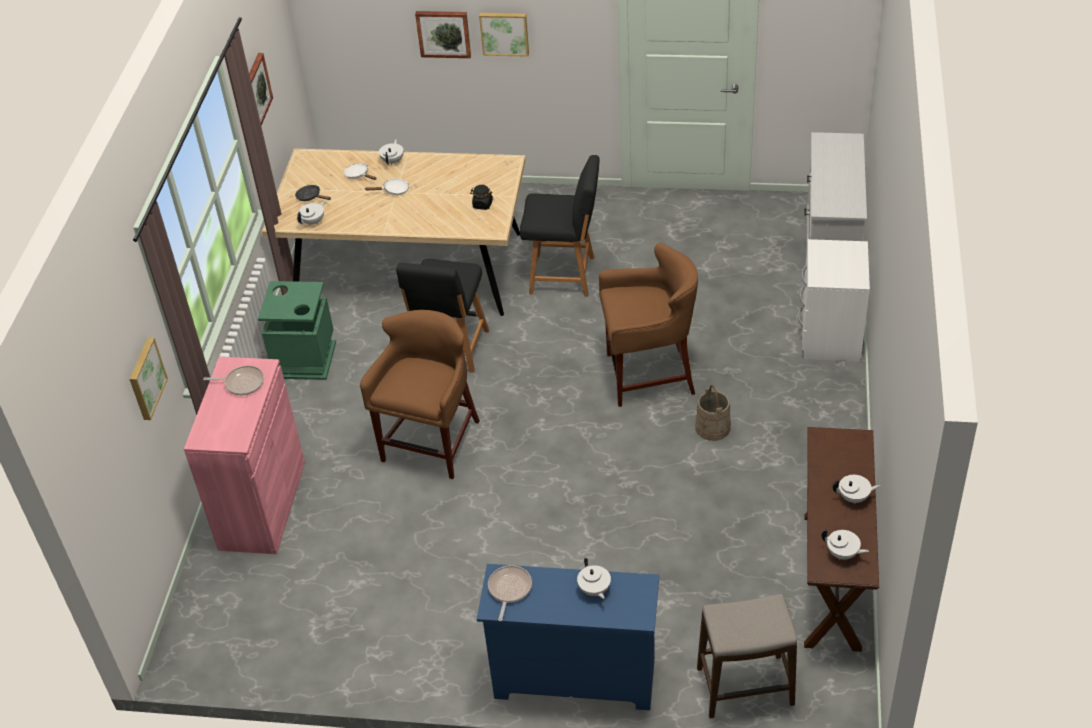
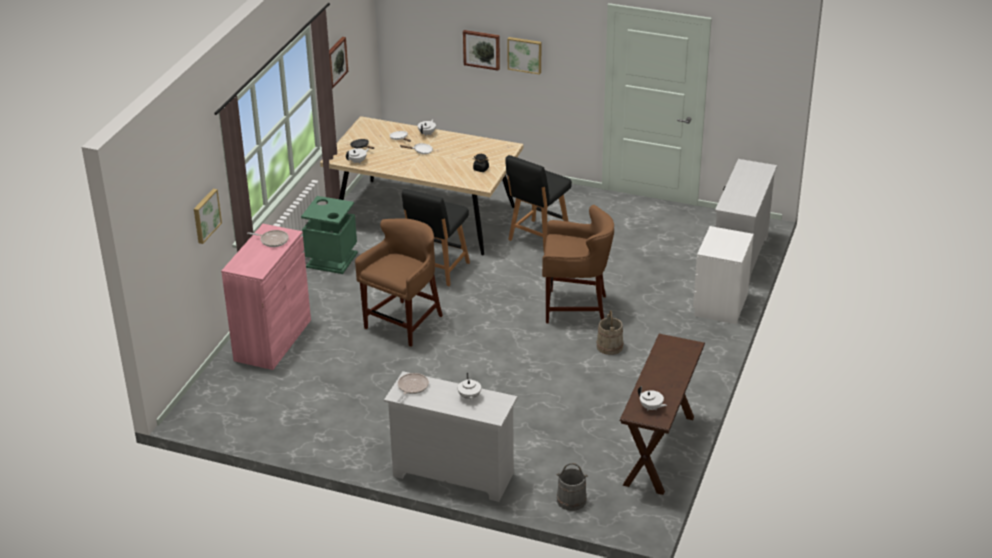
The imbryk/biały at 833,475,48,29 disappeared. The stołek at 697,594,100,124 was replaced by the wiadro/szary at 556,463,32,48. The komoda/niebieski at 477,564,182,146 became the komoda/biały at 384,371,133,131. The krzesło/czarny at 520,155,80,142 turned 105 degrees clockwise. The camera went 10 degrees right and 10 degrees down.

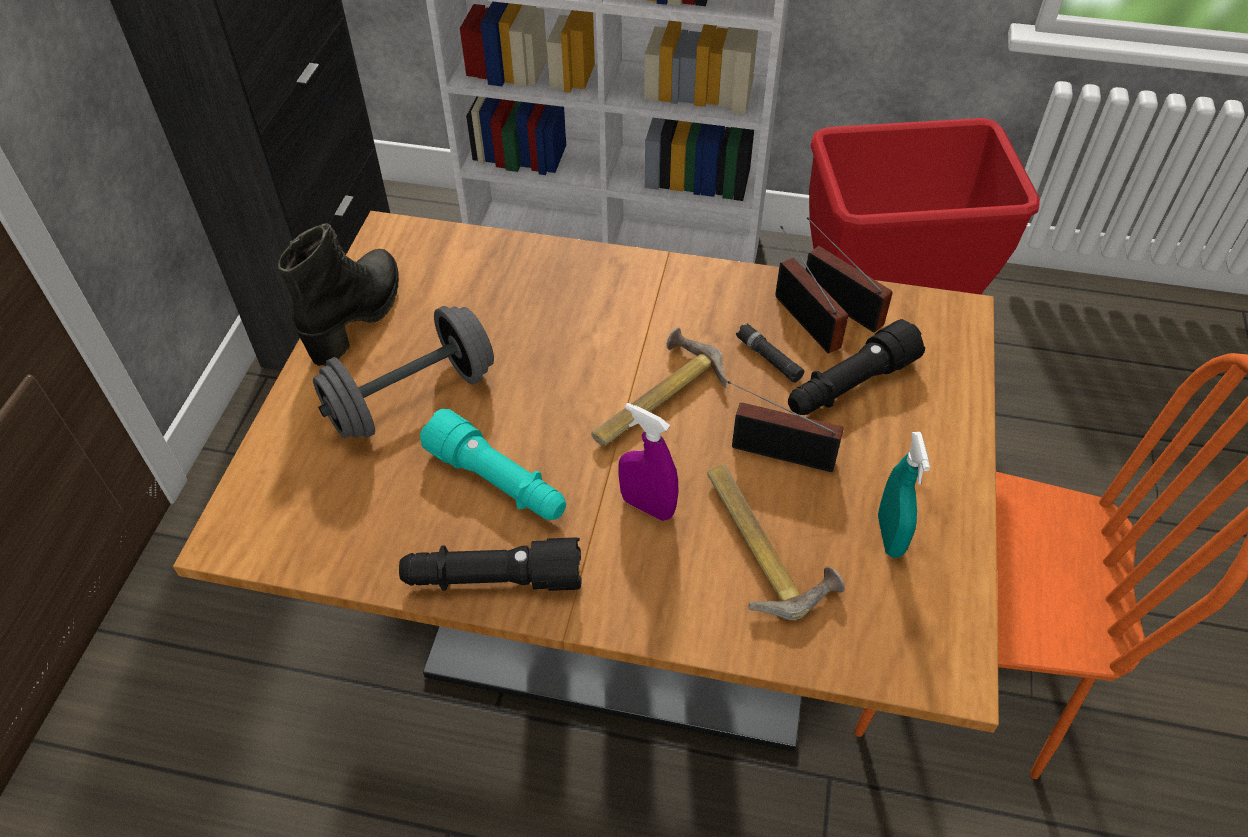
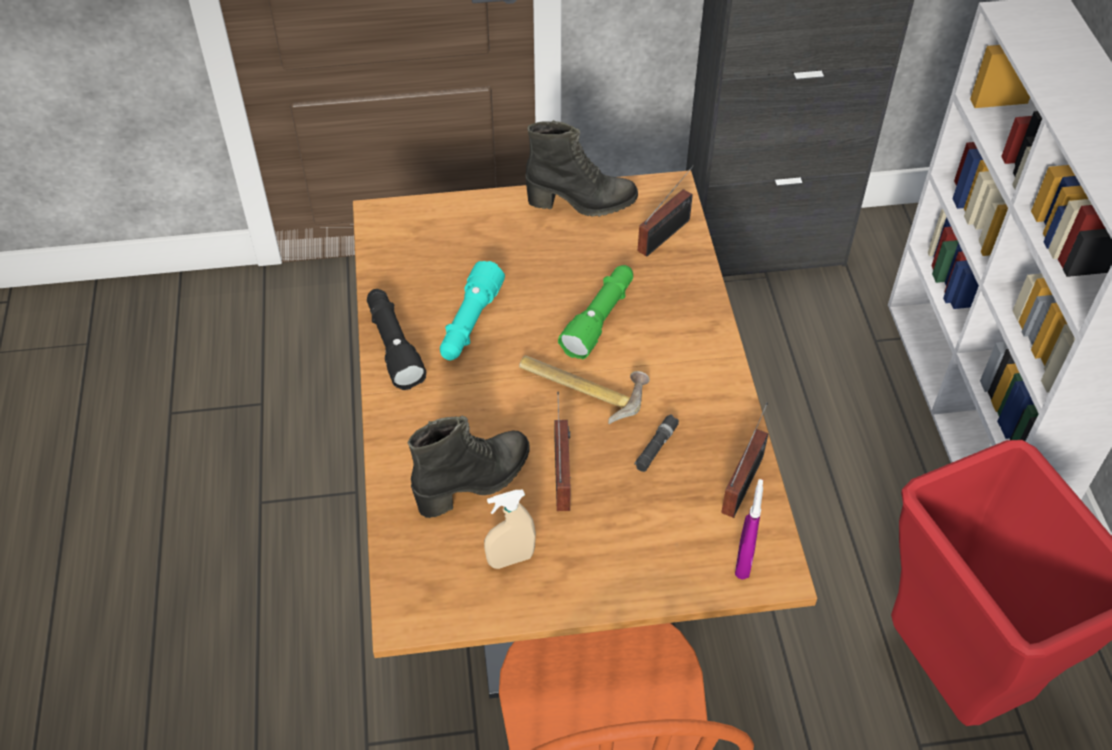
The hantel/szary at 313,306,181,132 disappeared. The latarka/czarny at 788,319,137,96 disappeared. The latarka/zielony at 558,265,75,95 appeared. The spryskiwacz/fioletowy moved from 619,403,59,118 to 735,479,28,100. The radio moved from 775,226,73,127 to 638,165,56,92. The młotek at 707,465,138,155 was replaced by the but z cholewką/czarny at 408,416,122,102. The spryskiwacz/turkusowy at 878,432,52,126 became the spryskiwacz/beżowy at 484,490,52,79. The camera went 70 degrees right and 0 degrees up.

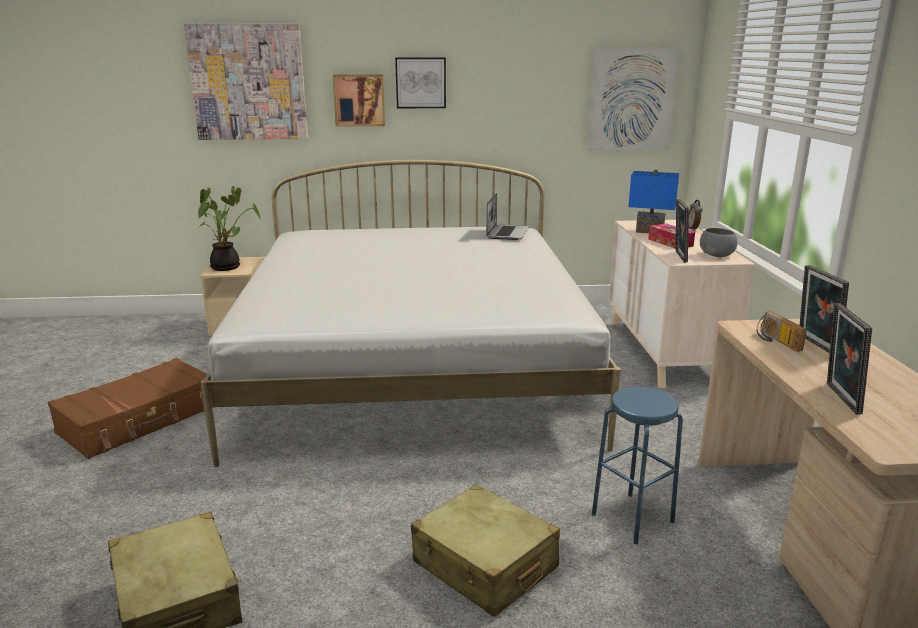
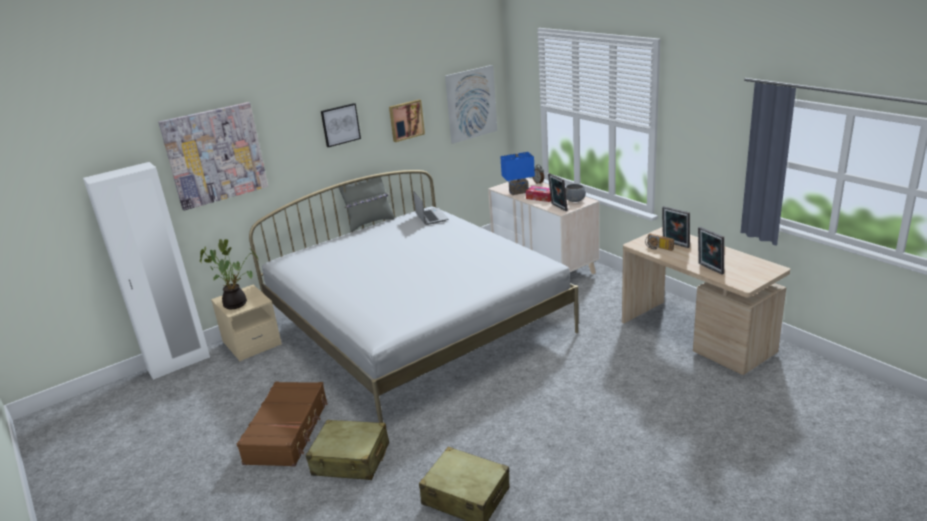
The stołek/niebieski at 592,387,91,157 disappeared. The szafa/biały at 83,162,127,218 appeared. The poduszka/szary at 338,173,56,59 appeared. The obraz moved from 333,74,52,52 to 389,99,36,43. The walizka/beżowy moved from 411,484,149,133 to 306,420,83,60. The camera went 30 degrees left and 5 degrees up.

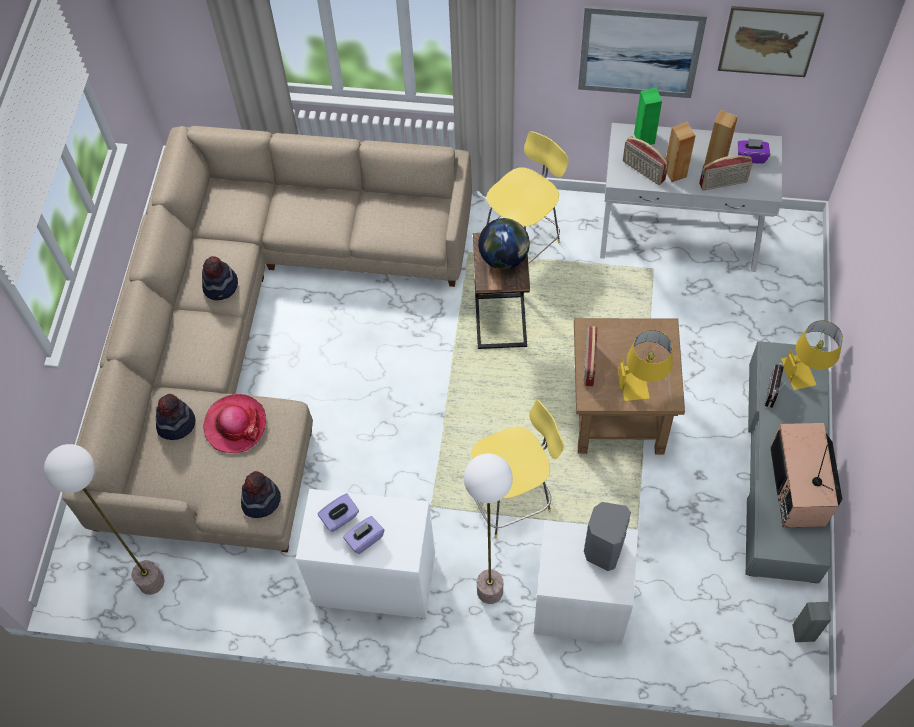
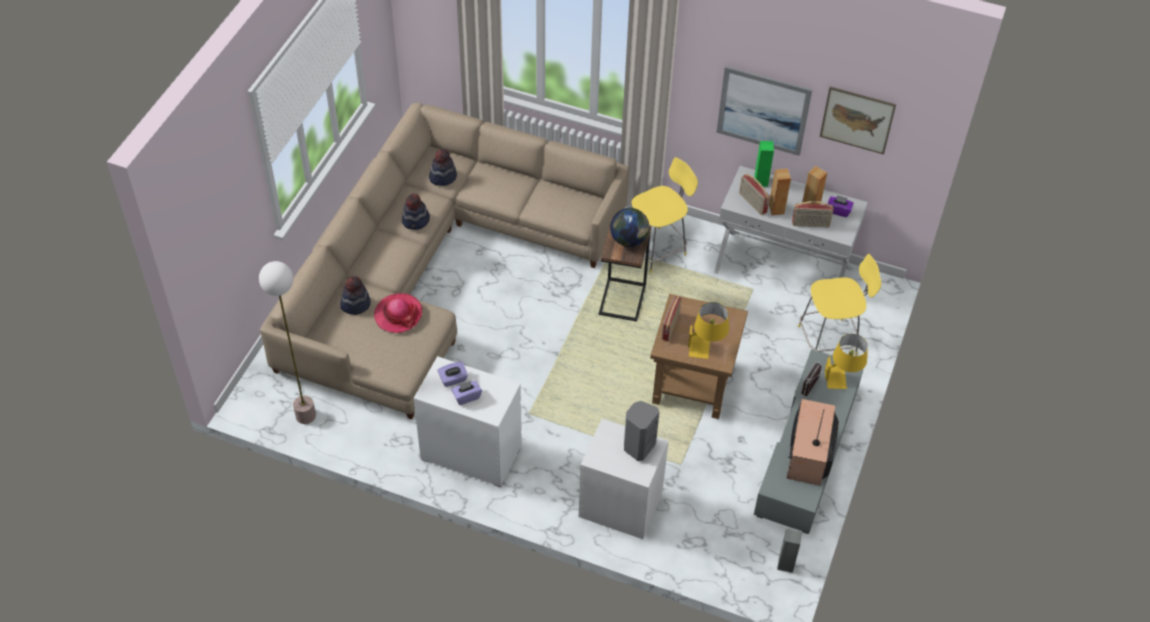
The lampa stojąca at 464,454,49,150 disappeared. The kapelusz moved from 241,471,40,47 to 429,149,28,37. The stołek/żółty moved from 471,399,93,140 to 798,254,83,102. The camera went 10 degrees right and 10 degrees down.

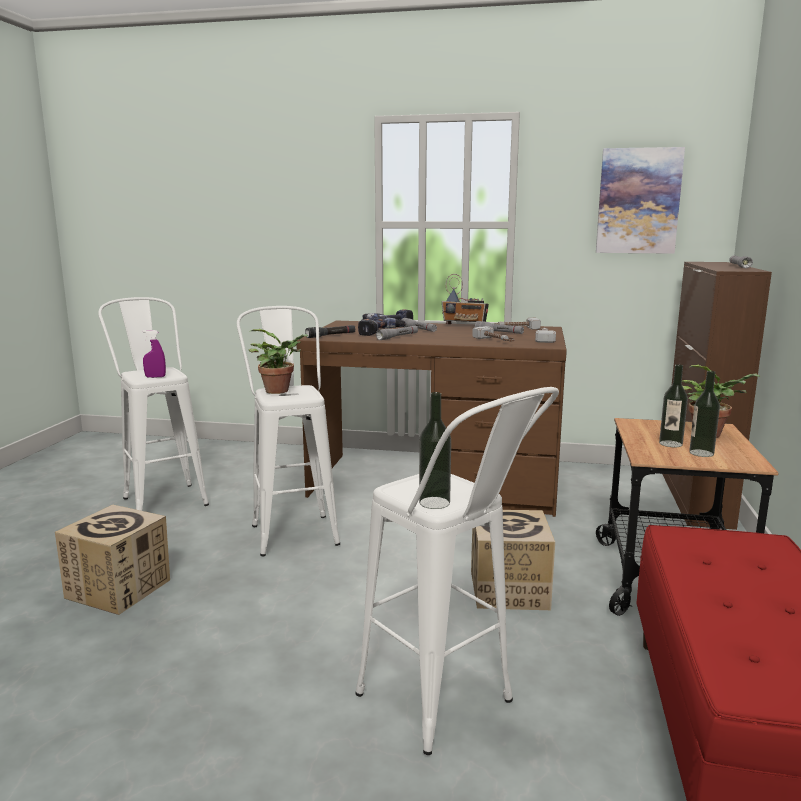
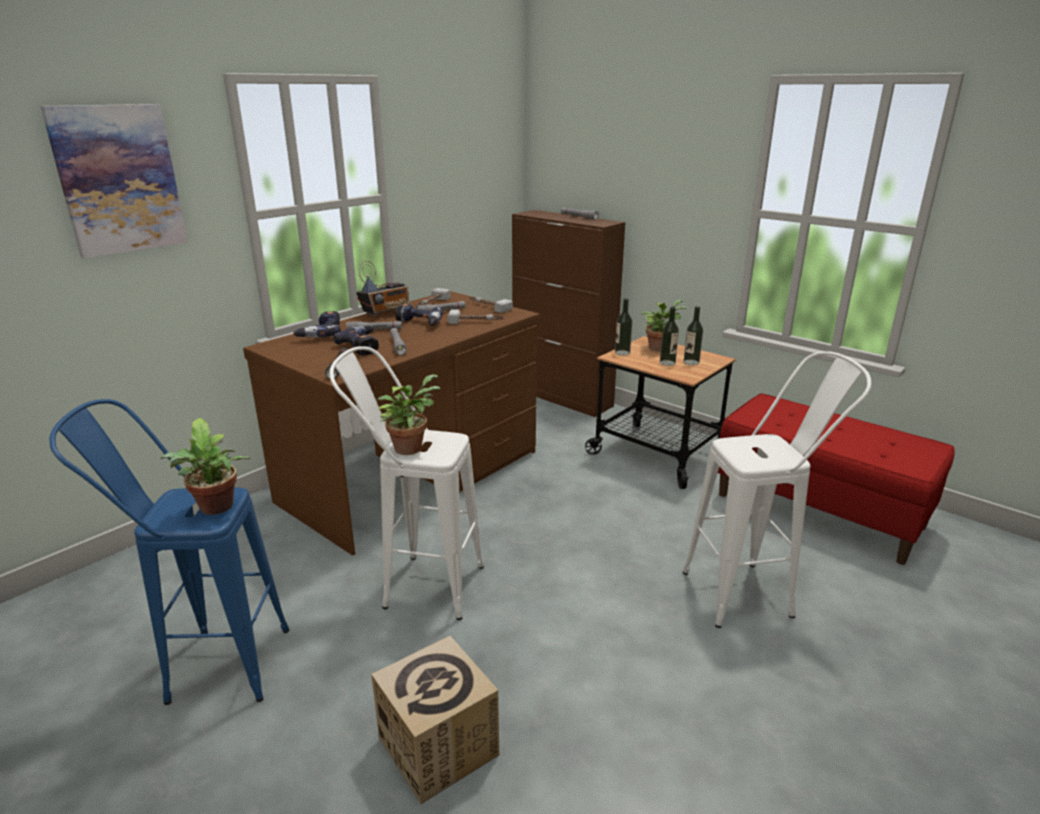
The karton at 471,510,84,100 disappeared. The wiertarka at 395,304,48,22 appeared. The butelka moved from 419,392,32,117 to 615,299,17,57. The obraz moved from 596,147,89,107 to 40,104,148,154. The spryskiwacz/fioletowy at 143,330,23,48 was replaced by the roślina doniczkowa at 160,418,90,97. The stołek/biały at 98,297,111,214 became the stołek/niebieski at 49,399,240,306. The camera went 60 degrees left and 10 degrees up.

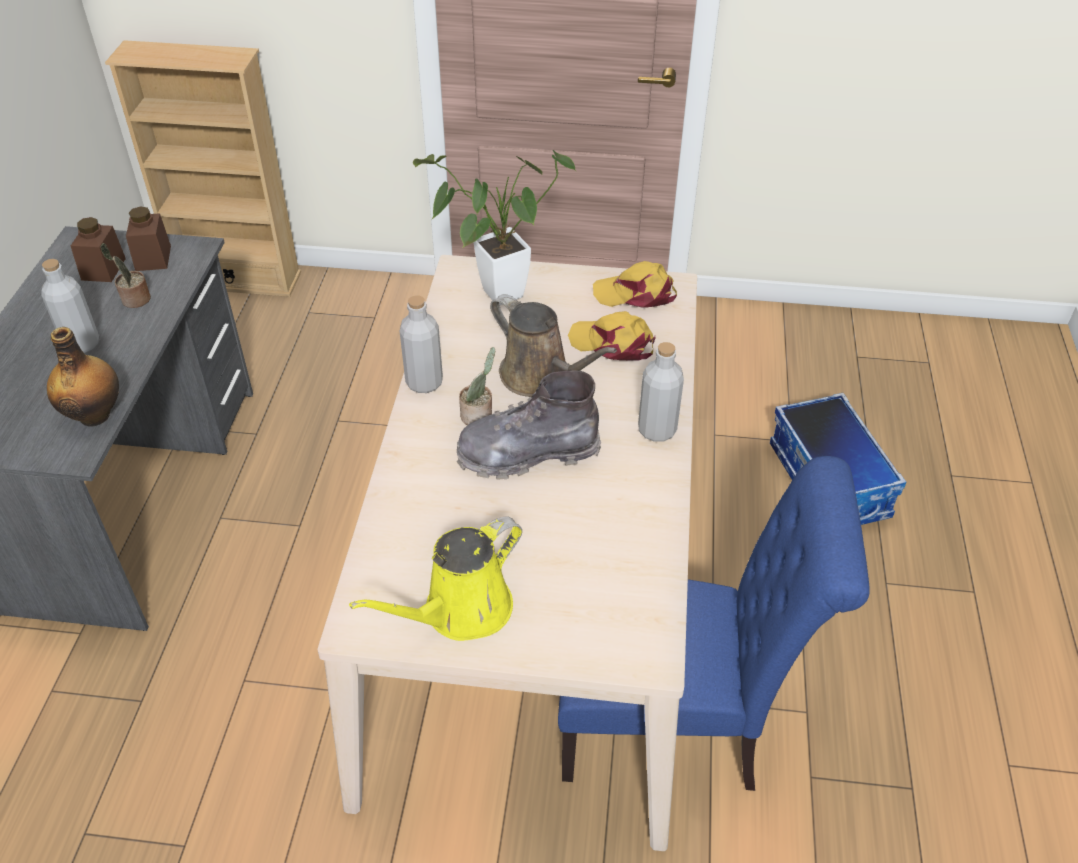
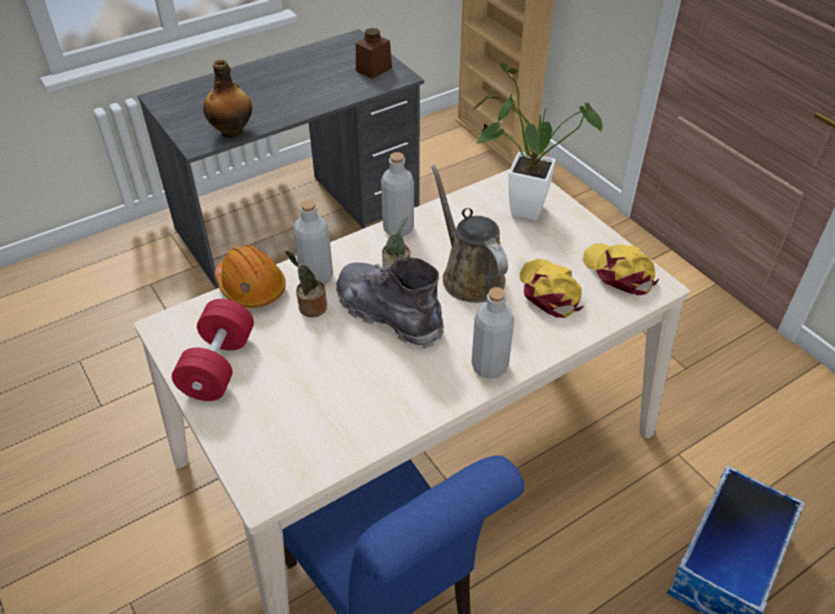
The słoik/brązowy at 71,217,55,65 disappeared. The kask/pomarańczowy at 215,245,71,63 appeared. The butelka/szary moved from 42,259,57,94 to 293,199,40,86. The roślina doniczkowa moved from 101,243,50,65 to 285,250,42,67. The konewka/żółty at 349,516,173,125 was replaced by the hantel/czerwony at 172,299,82,102. The konewka/brązowy at 490,294,127,103 turned 150 degrees clockwise. The camera went 50 degrees right and 0 degrees up.

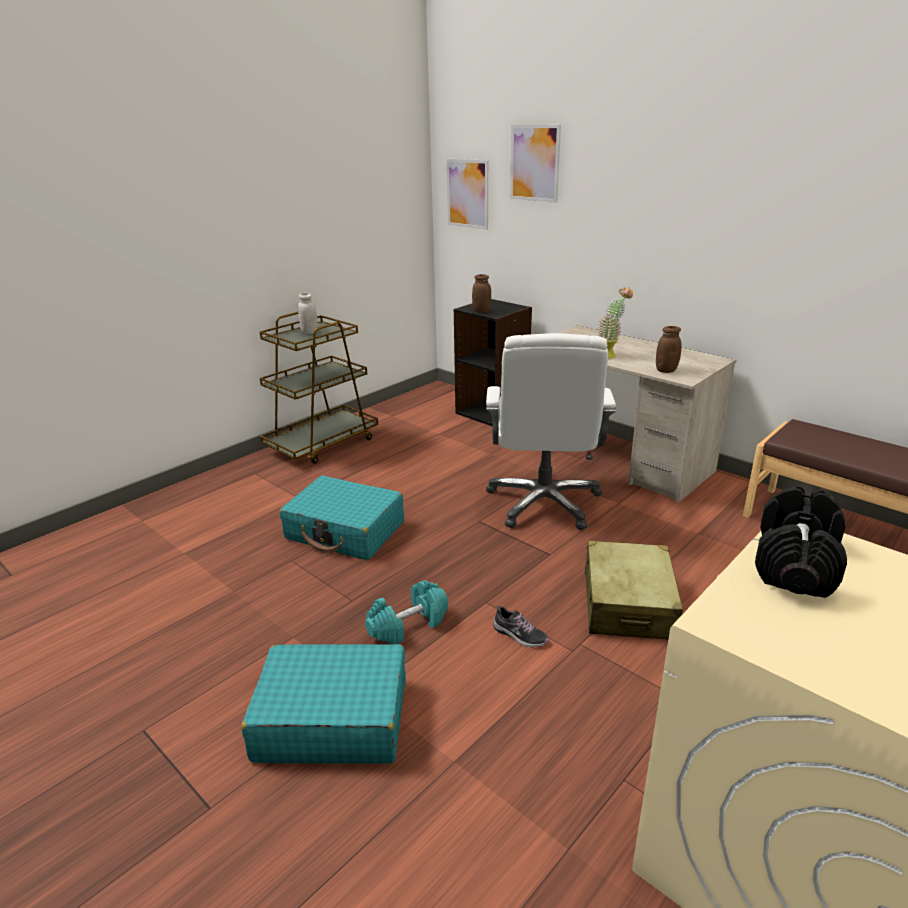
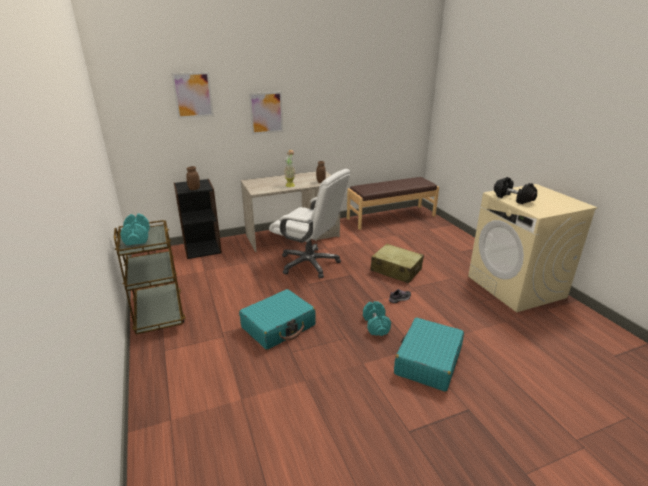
The obraz moved from 447,159,41,71 to 249,92,34,42. The słoik/biały at 298,293,19,41 was replaced by the hantel/turkusowy at 120,213,30,32. The camera went 65 degrees left and 0 degrees up.

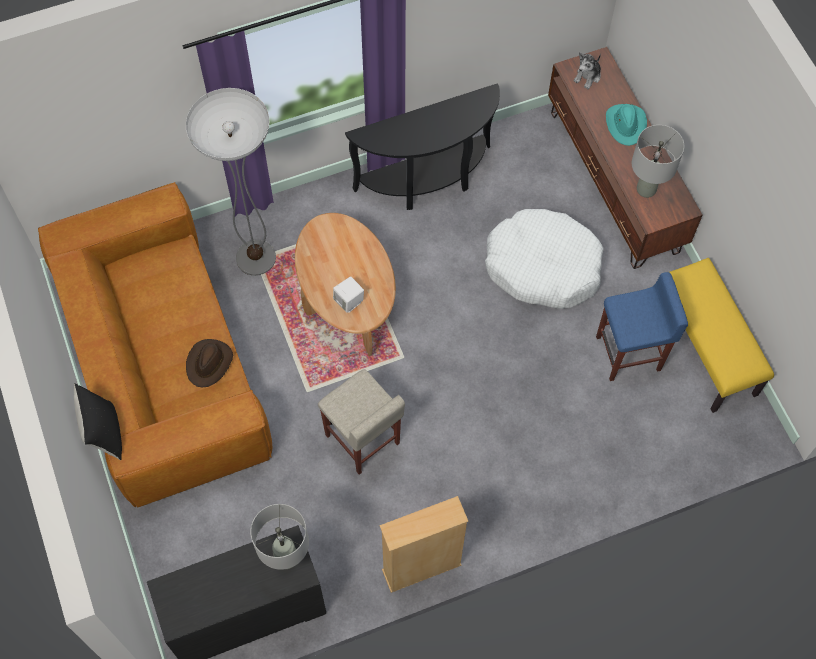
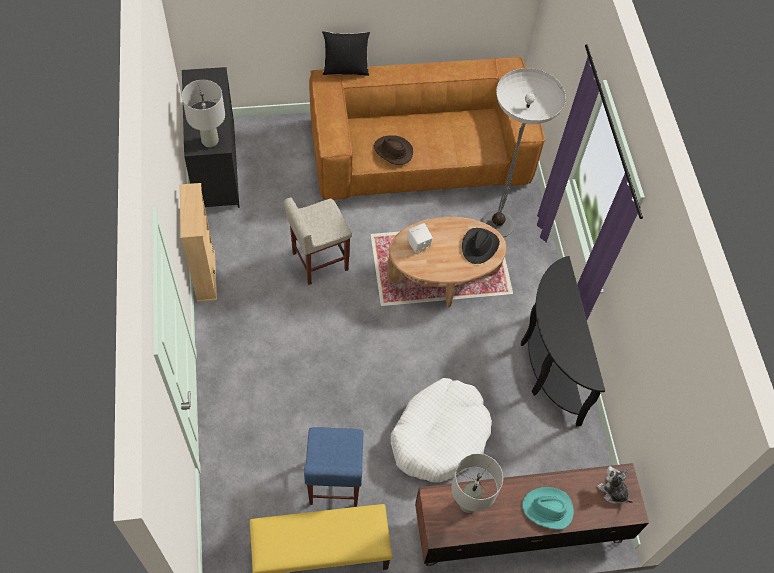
The kapelusz/czarny at 462,228,38,36 appeared. The camera went 100 degrees right and 5 degrees down.

